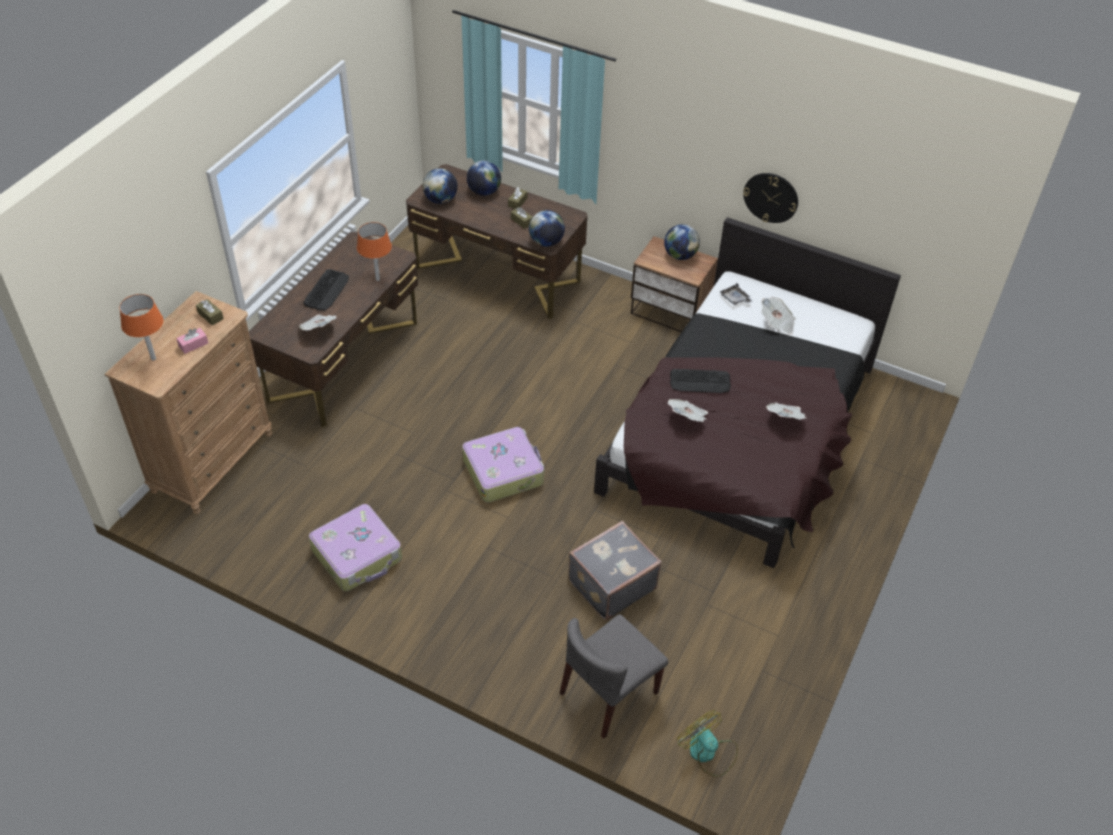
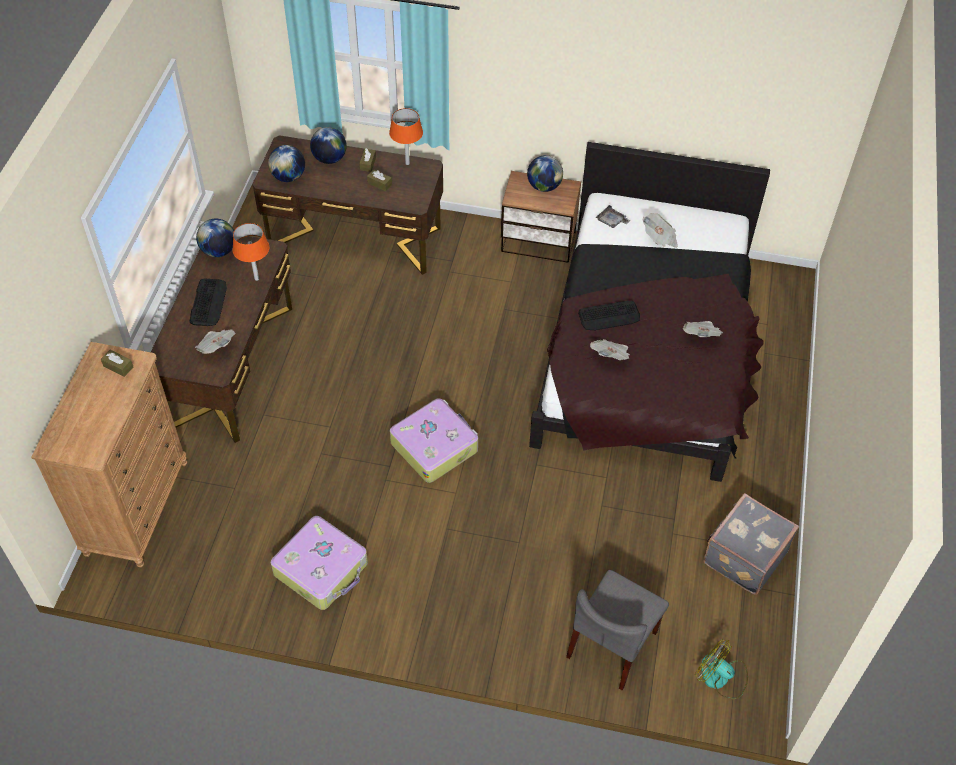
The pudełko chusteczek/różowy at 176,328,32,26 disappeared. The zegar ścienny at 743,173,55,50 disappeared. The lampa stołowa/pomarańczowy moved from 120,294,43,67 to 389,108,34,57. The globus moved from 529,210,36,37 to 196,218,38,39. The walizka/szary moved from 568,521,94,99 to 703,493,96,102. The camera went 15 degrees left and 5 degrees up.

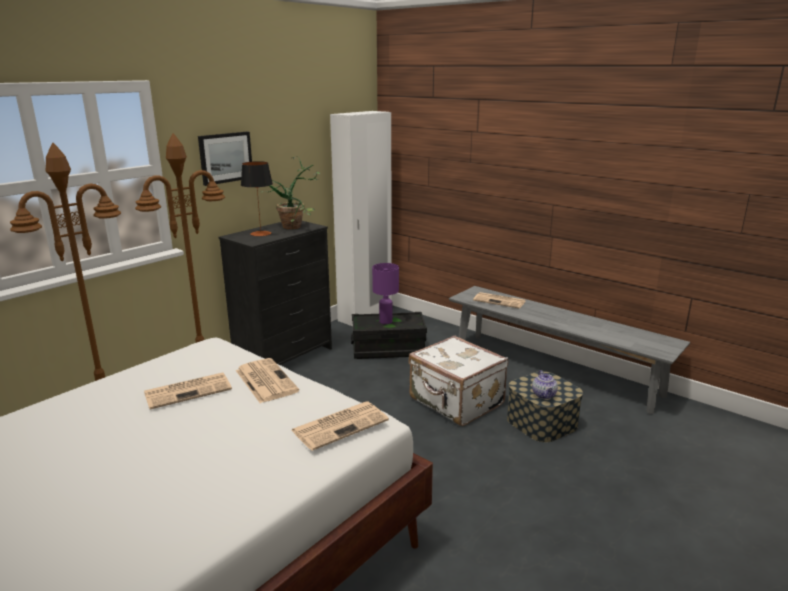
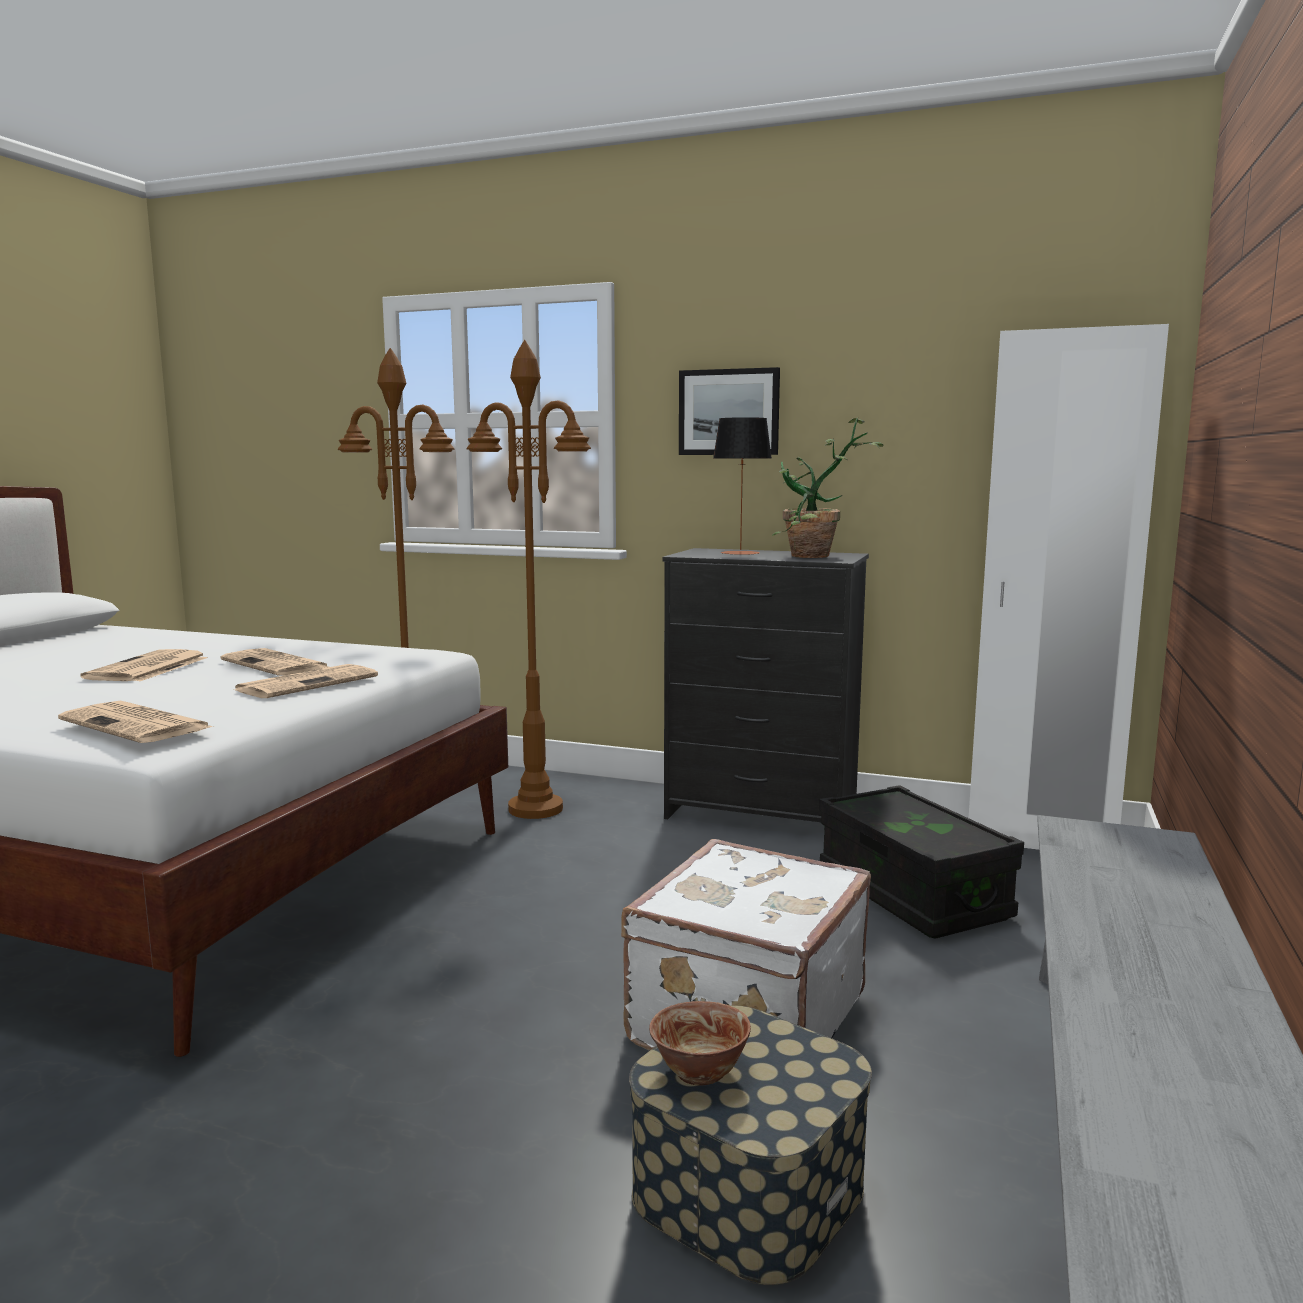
The lampa stołowa/fioletowy at 372,263,27,61 disappeared. The gazeta moved from 473,292,53,17 to 81,649,127,32. The imbryk at 532,370,26,29 was replaced by the miska at 649,1001,102,85. The camera went 70 degrees right and 10 degrees down.

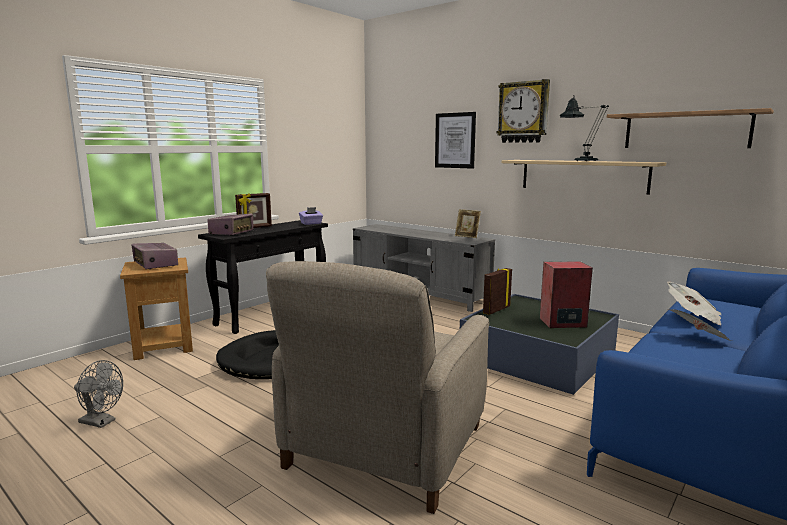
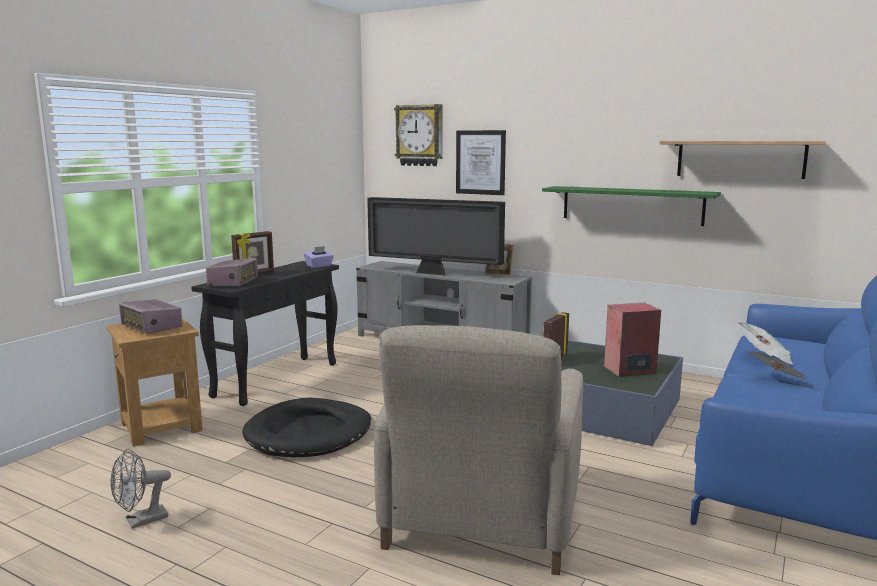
The lampa stołowa at 560,95,49,66 disappeared. The telewizor at 367,197,138,78 appeared. The zegar ścienny moved from 497,79,53,64 to 394,104,48,62. The półka/beżowy at 501,160,165,35 became the półka/zielony at 542,186,179,40. The wentylator/szary at 74,360,49,68 turned 135 degrees clockwise. The camera went 10 degrees left and 0 degrees up.

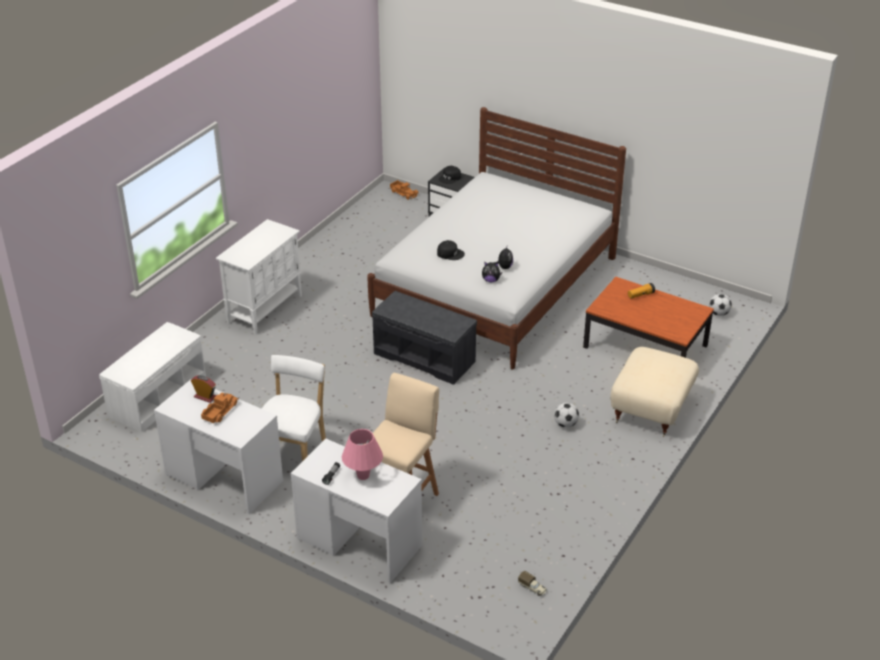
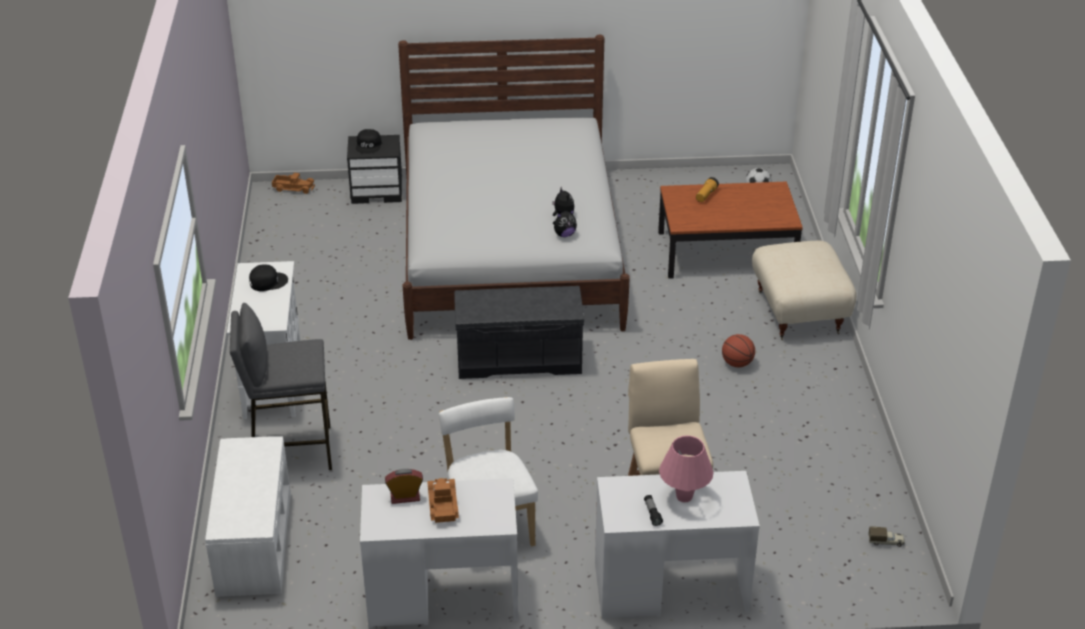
The stołek/szary at 230,303,102,167 appeared. The czapka z daszkiem/czarny moved from 437,240,28,20 to 249,264,39,27. The piłka futbolowa at 554,403,25,25 was replaced by the piłka do koszykówki at 722,334,33,33. The camera went 35 degrees left and 0 degrees up.

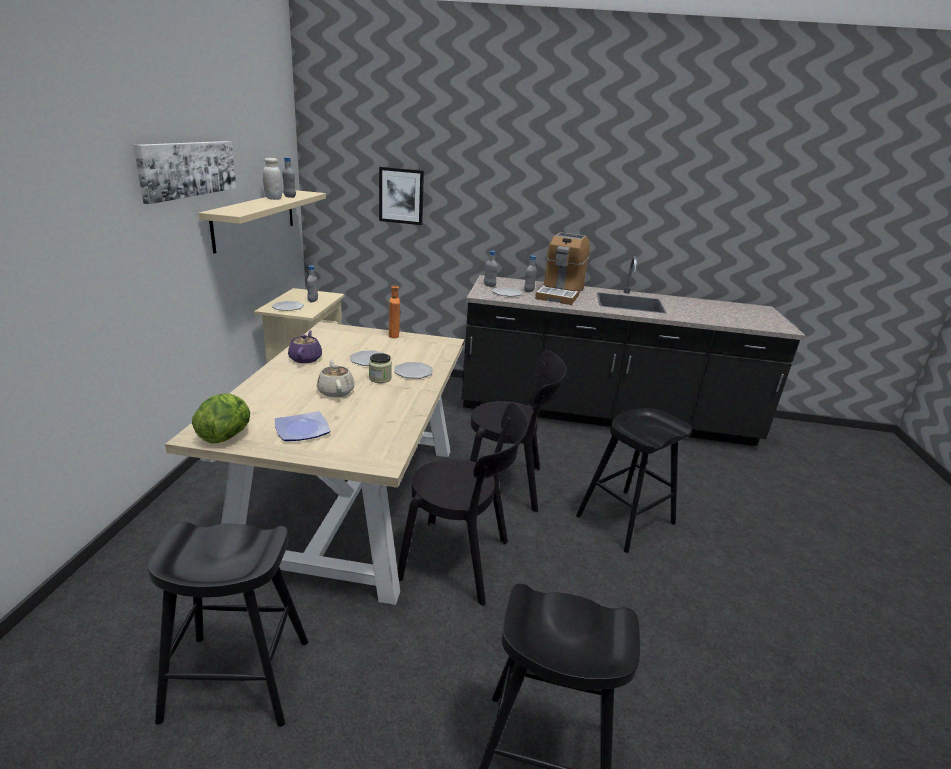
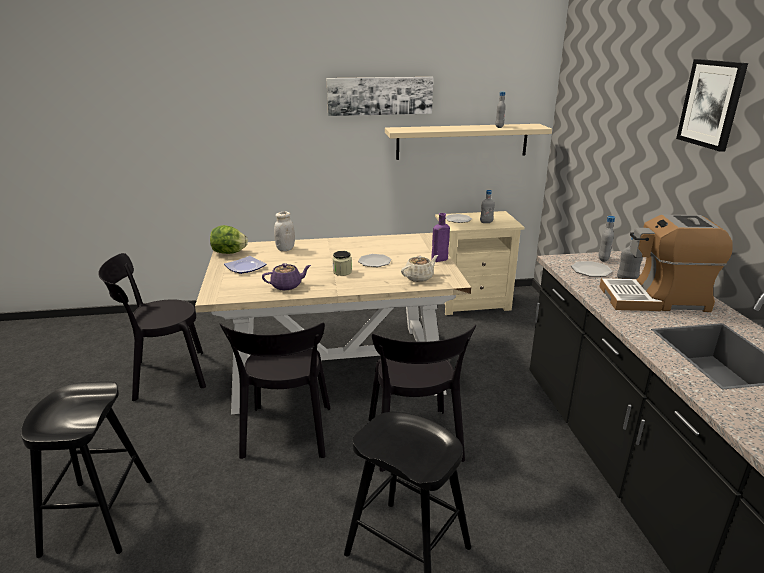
The talerz at 394,362,39,17 disappeared. The słoik/biały moved from 263,158,19,42 to 274,212,21,39. The imbryk/fioletowy moved from 288,331,34,32 to 262,263,49,28. The imbryk/beżowy moved from 317,359,37,38 to 401,255,37,27. The obraz moved from 379,167,45,58 to 676,59,72,93. The stołek/czarny at 147,522,161,205 was replaced by the krzesło/czarny at 98,253,108,148. The butelka/pomarańczowy at 389,286,11,52 became the butelka/fioletowy at 431,213,19,49. The camera went 75 degrees right and 0 degrees up.

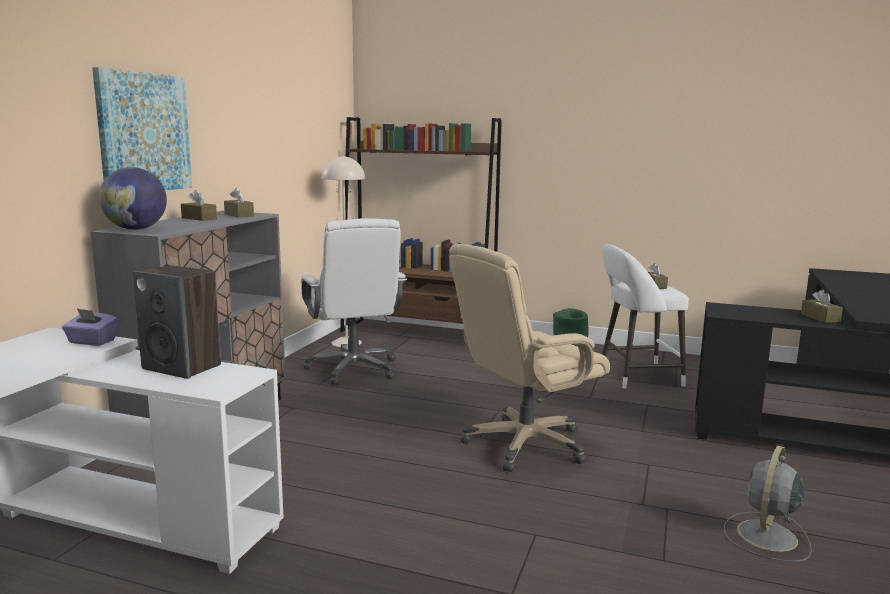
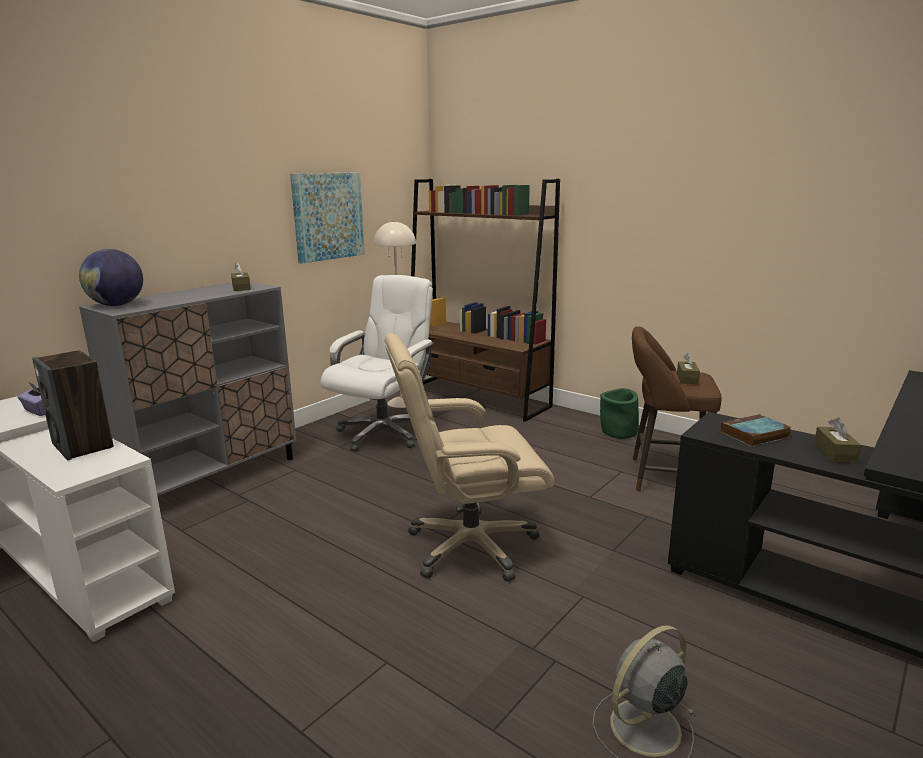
The pudełko chusteczek/brązowy at 181,190,36,31 disappeared. The książka at 721,414,70,32 appeared. The obraz moved from 92,67,100,123 to 290,172,75,92. The stołek/biały at 602,244,87,145 became the stołek/brązowy at 632,326,89,166. The krzesło biurowe/biały at 301,218,106,167 turned 150 degrees counterclockwise. The camera went 20 degrees right and 5 degrees up.

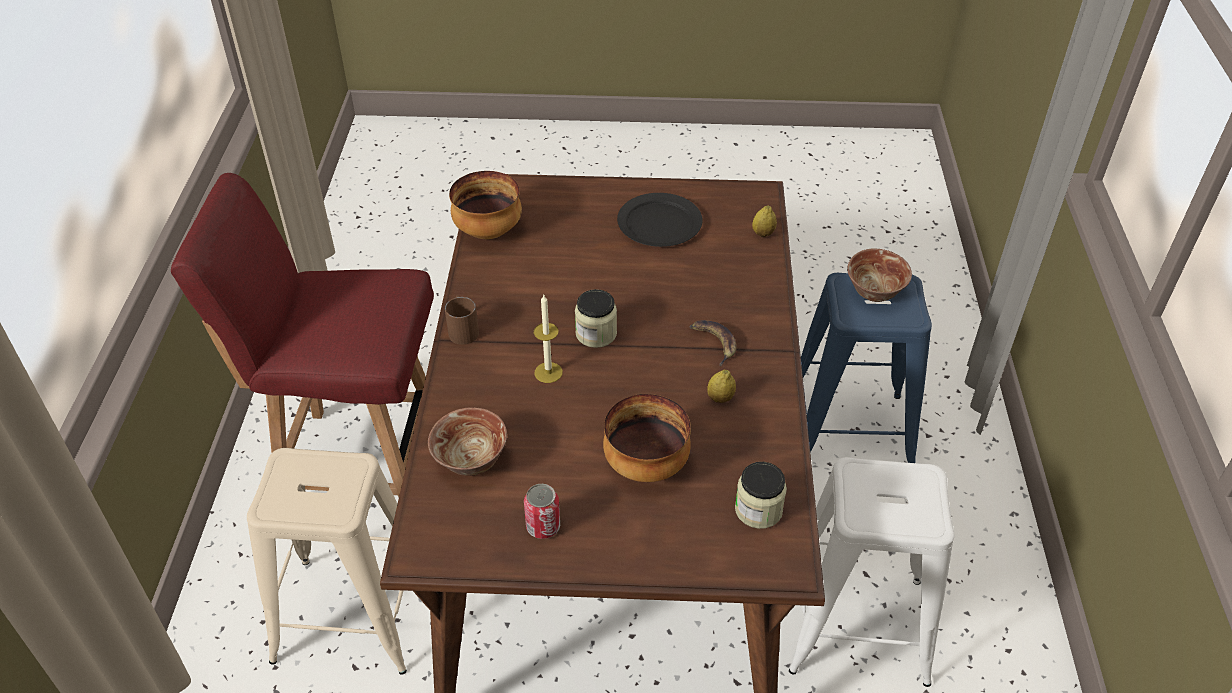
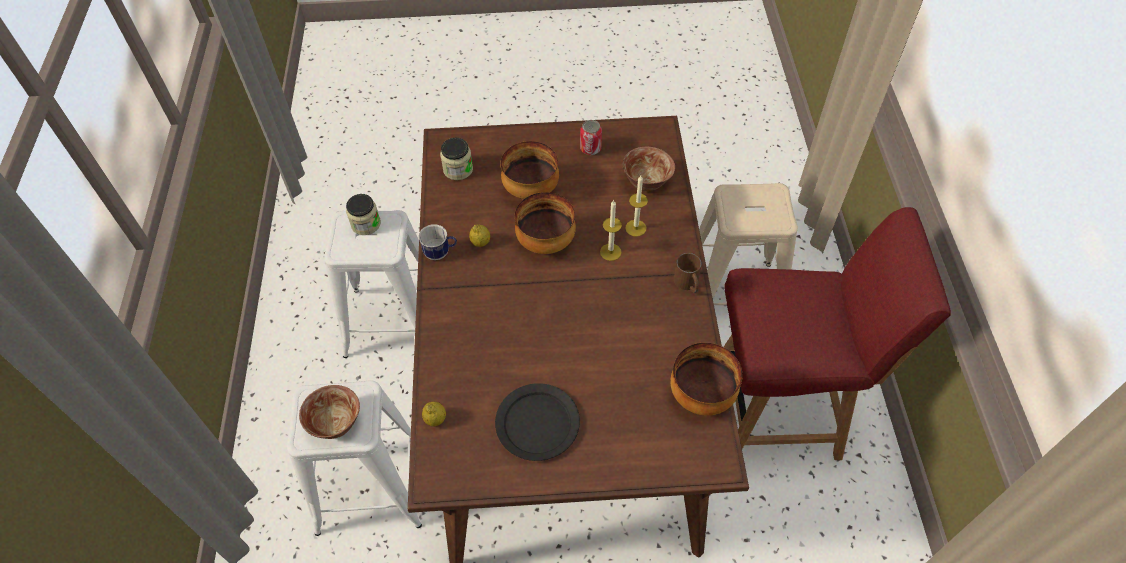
The banan at 689,320,48,46 disappeared. The kubek at 419,224,38,36 appeared. The miska at 515,192,61,62 appeared. The świeca at 625,176,23,61 appeared. The słoik moved from 575,289,42,59 to 346,194,35,41. The stołek/niebieski at 801,273,131,190 became the stołek/biały at 287,380,135,156. The camera went 175 degrees right and 10 degrees up.

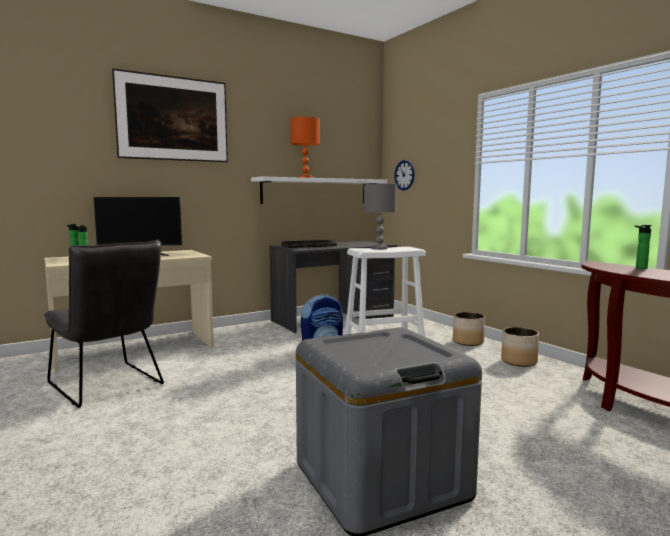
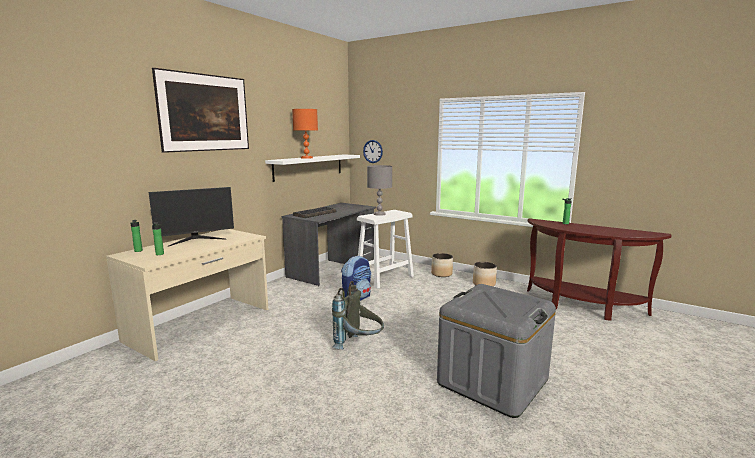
The krzesło/szary at 44,240,120,168 disappeared. The plecak/szary at 332,281,52,69 appeared. The camera went 25 degrees left and 5 degrees up.

